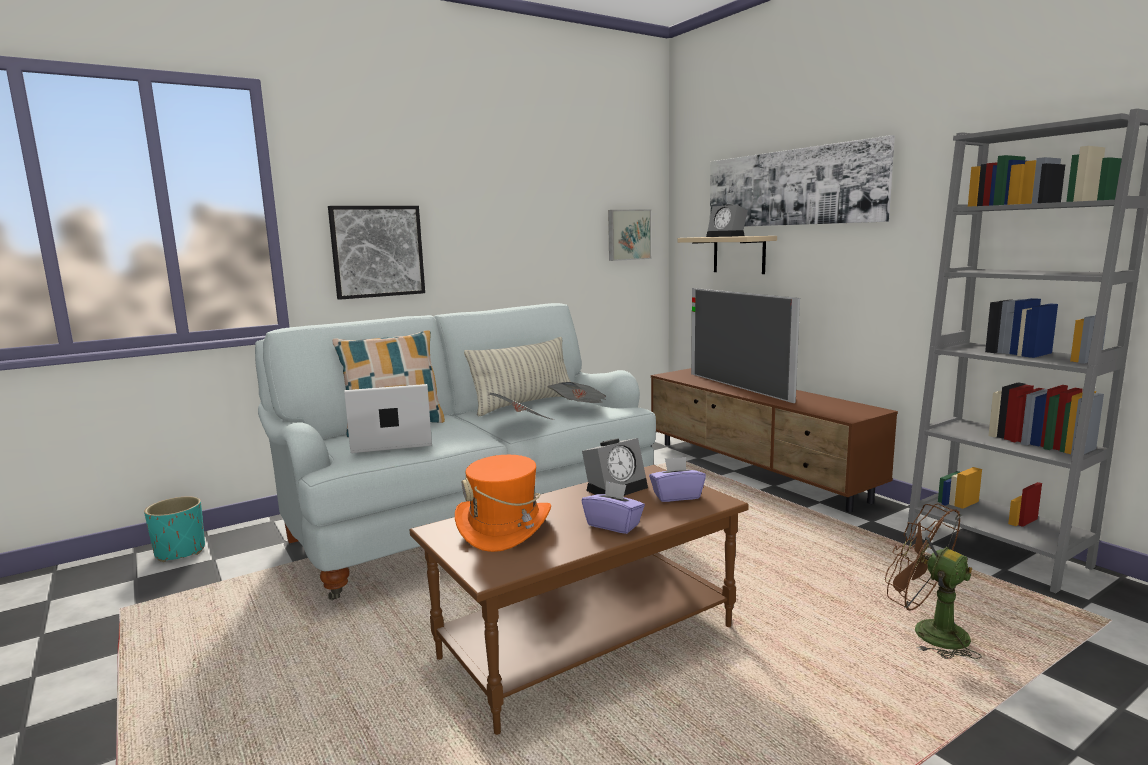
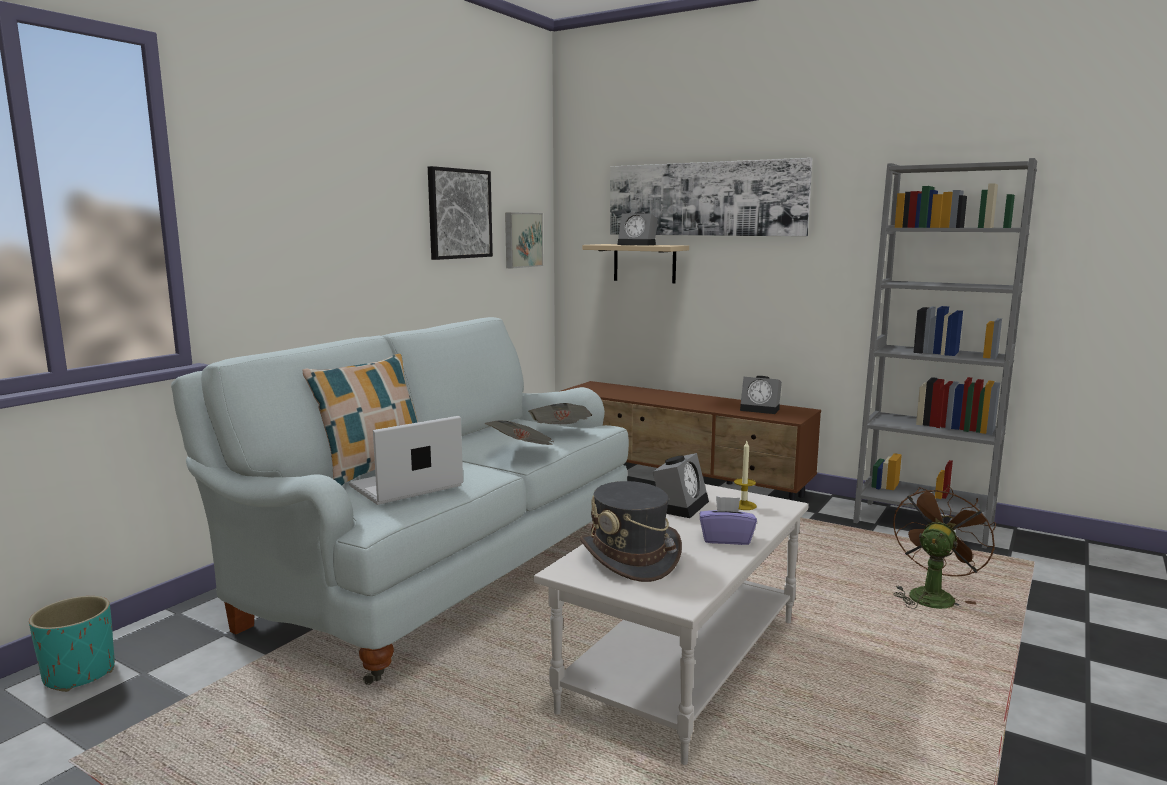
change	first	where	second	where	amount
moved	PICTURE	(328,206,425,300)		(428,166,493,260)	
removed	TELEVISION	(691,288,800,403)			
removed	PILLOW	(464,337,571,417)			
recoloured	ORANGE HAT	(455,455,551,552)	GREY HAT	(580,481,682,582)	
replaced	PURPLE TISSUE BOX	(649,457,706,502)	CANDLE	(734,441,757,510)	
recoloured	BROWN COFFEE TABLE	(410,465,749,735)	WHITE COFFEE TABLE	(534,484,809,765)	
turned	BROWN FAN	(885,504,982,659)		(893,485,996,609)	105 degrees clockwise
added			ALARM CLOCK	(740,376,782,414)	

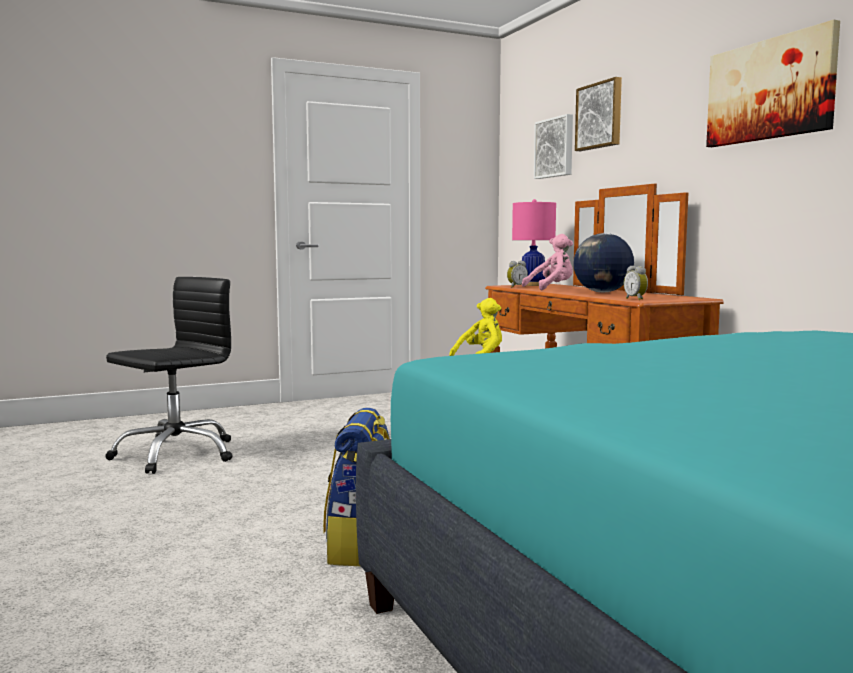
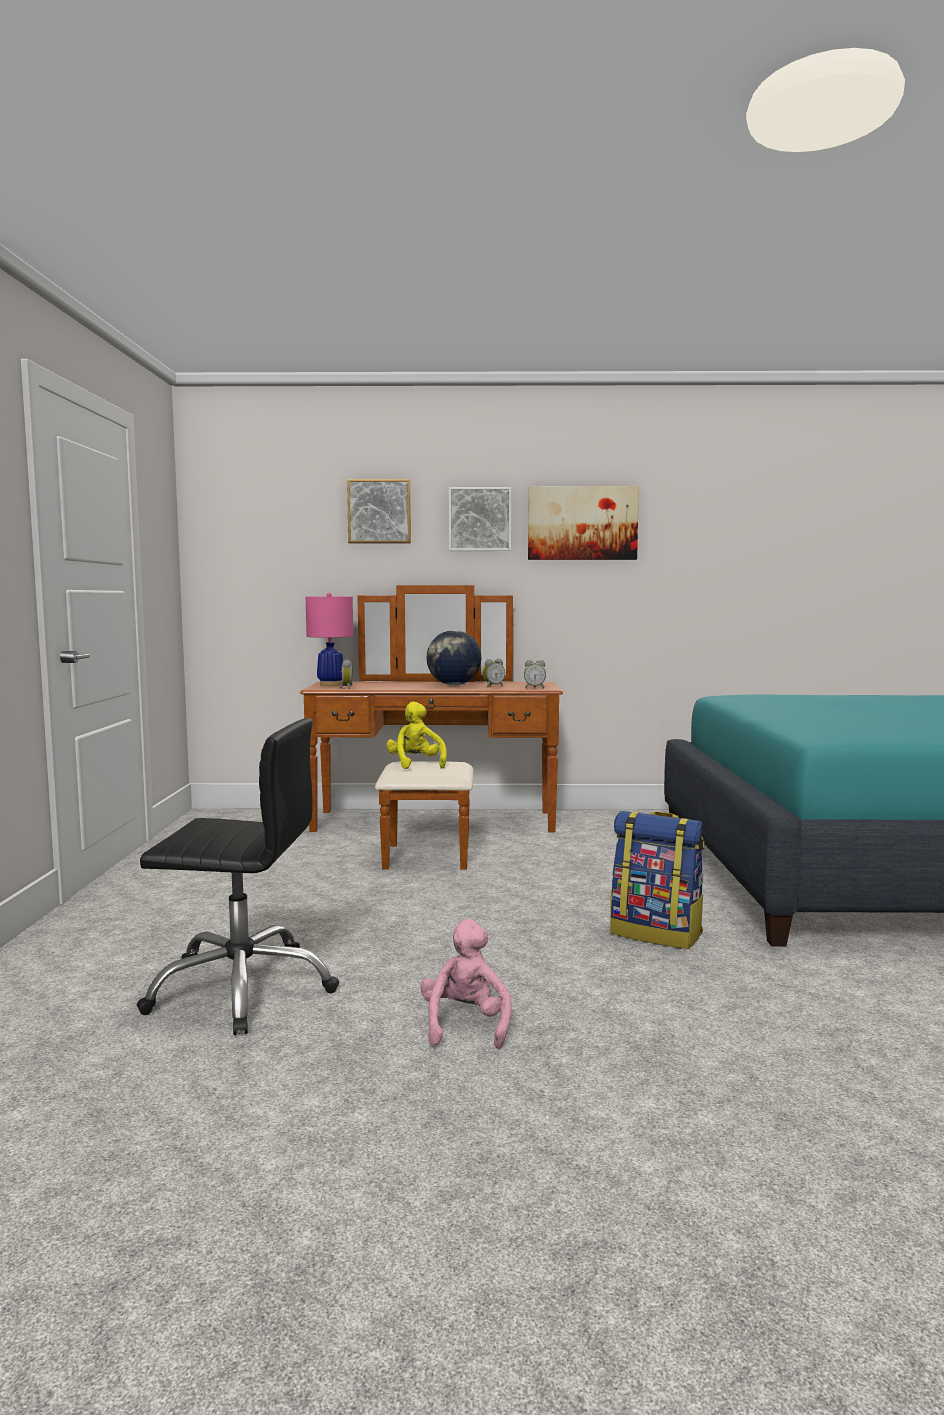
change	first	where	second	where	amount
moved	PICTURE	(534,114,573,179)		(449,487,511,551)	
moved	PINK PLUSH TOY	(522,234,573,290)		(420,919,511,1049)	
turned	BLACK OFFICE CHAIR	(105,277,233,474)		(137,718,339,1035)	120 degrees clockwise
added			ALARM CLOCK	(483,659,505,687)	

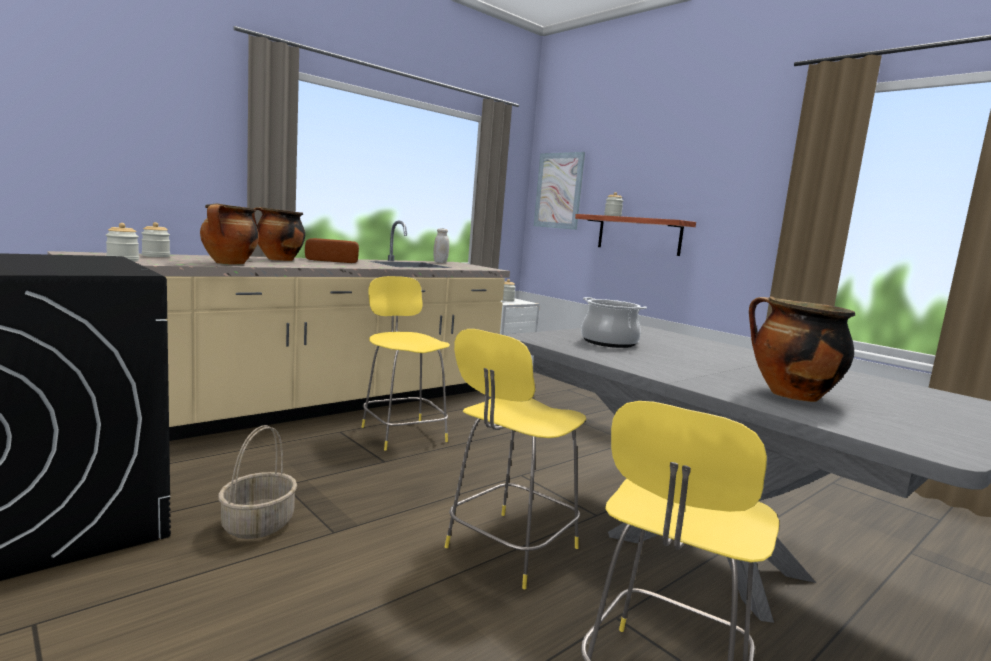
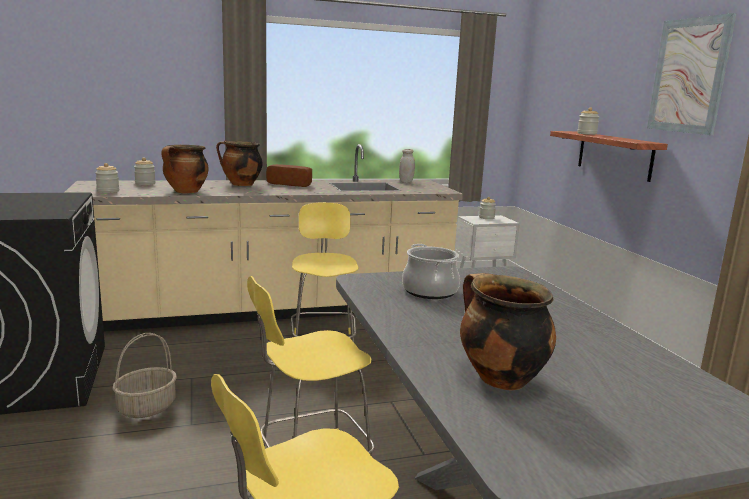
change	first	where	second	where	amount
moved	PICTURE	(534,152,585,230)		(647,13,737,135)	

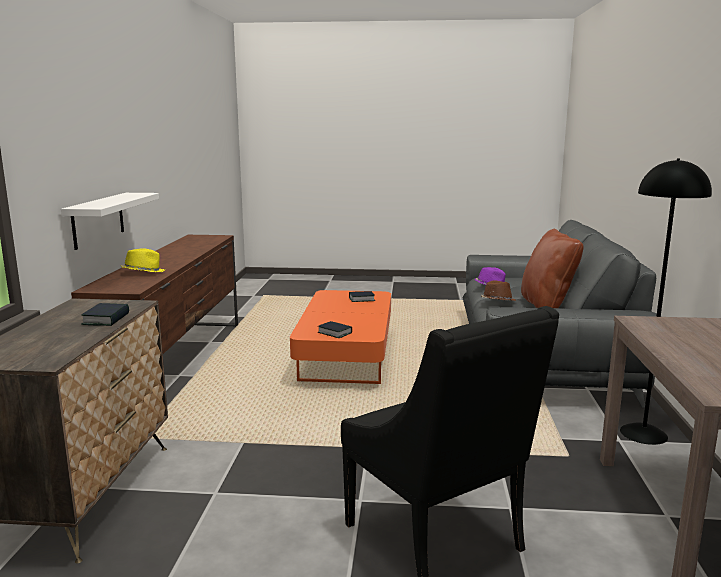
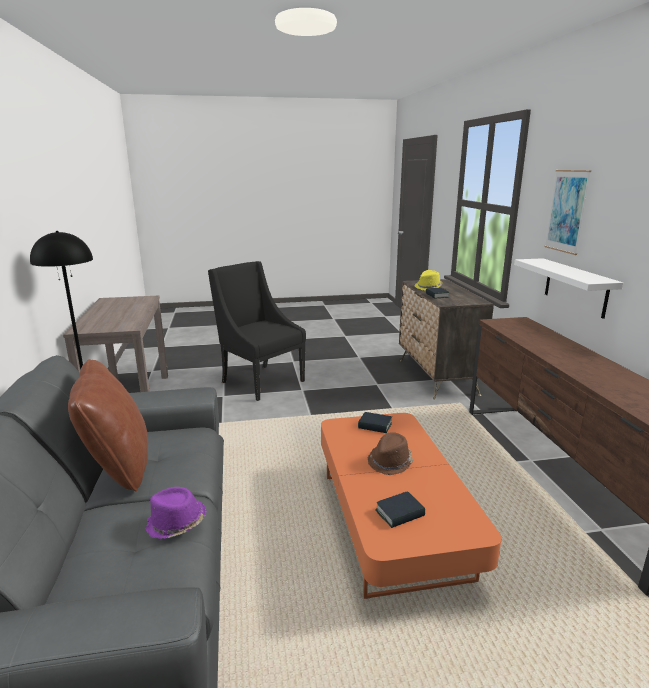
change	first	where	second	where	amount
moved	YELLOW HAT	(121,248,165,272)		(415,270,442,290)	
moved	BROWN HAT	(481,280,516,301)		(368,432,413,475)	
added			PICTURE	(544,170,591,255)	

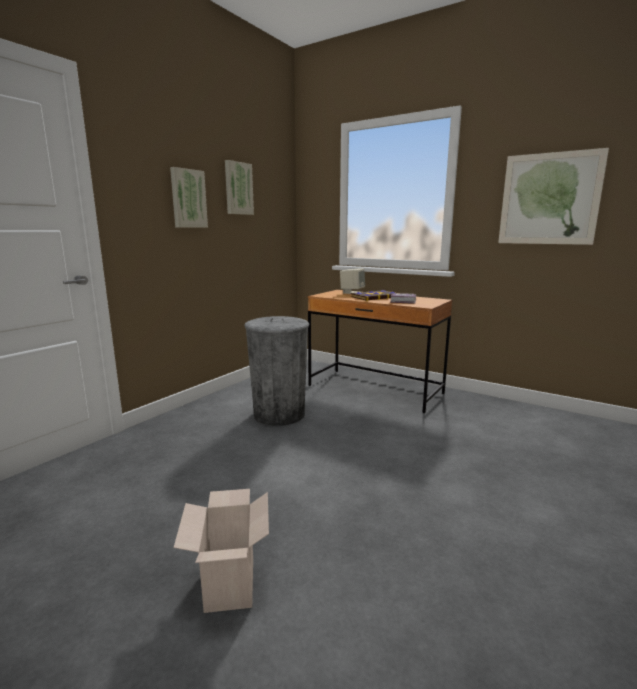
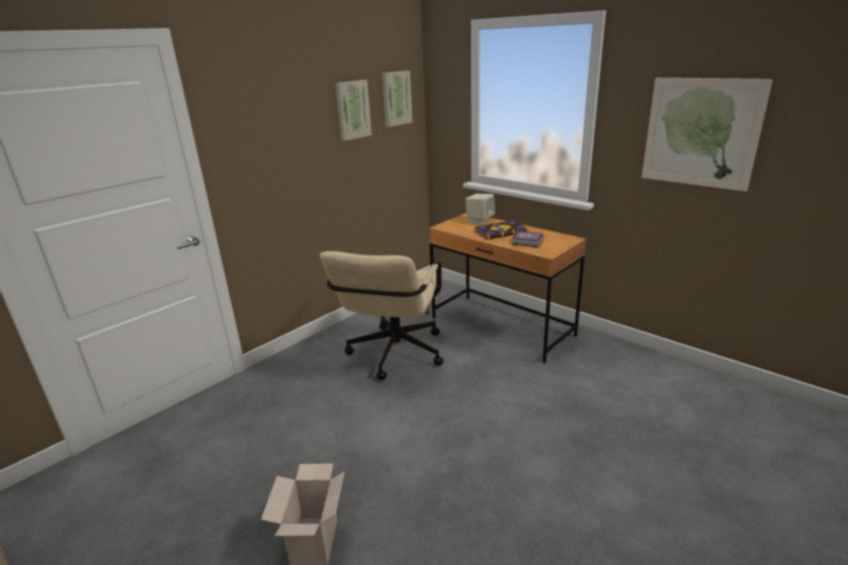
change	first	where	second	where	amount
moved	PICTURE	(170,167,208,228)		(382,71,412,127)	
replaced	GREY TRASH CAN	(244,316,309,426)	BEIGE OFFICE CHAIR	(320,251,443,380)	

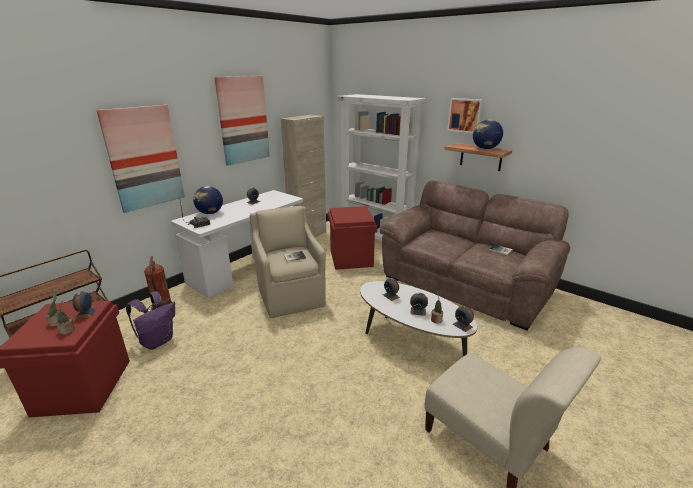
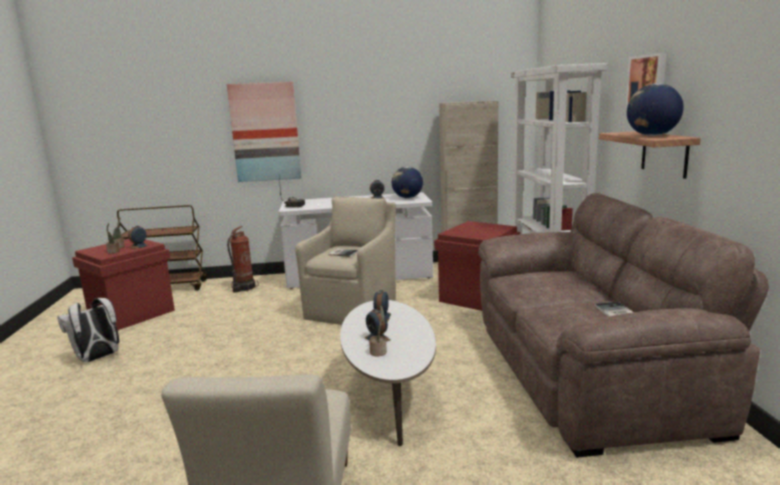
change	first	where	second	where	amount
removed	PICTURE	(214,76,270,166)			
moved	GLOBE	(193,186,223,214)		(392,167,423,198)	
removed	PURPLE BACKPACK	(126,291,175,350)			
removed	ALARM CLOCK	(453,305,474,332)			
added			WHITE BACKPACK	(57,298,119,362)	

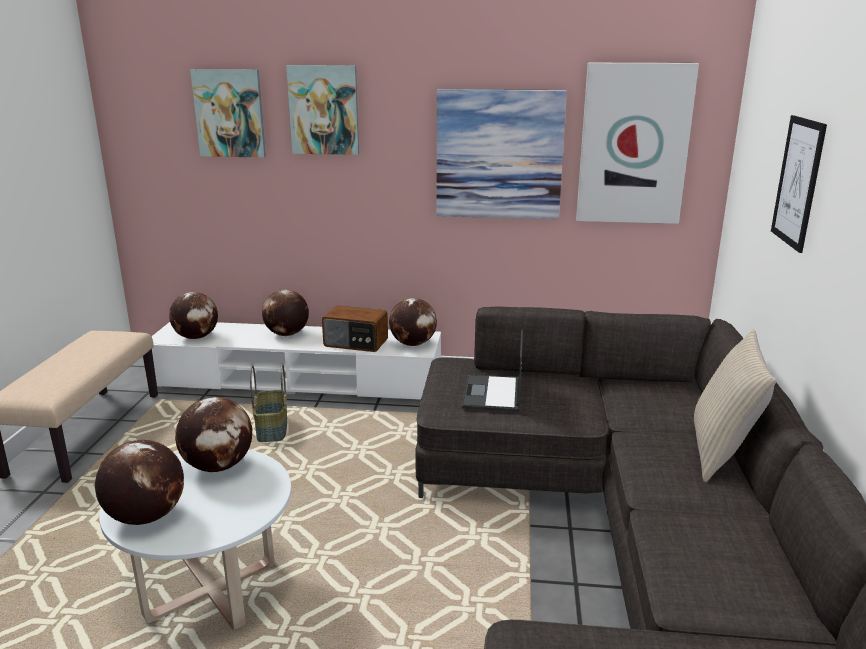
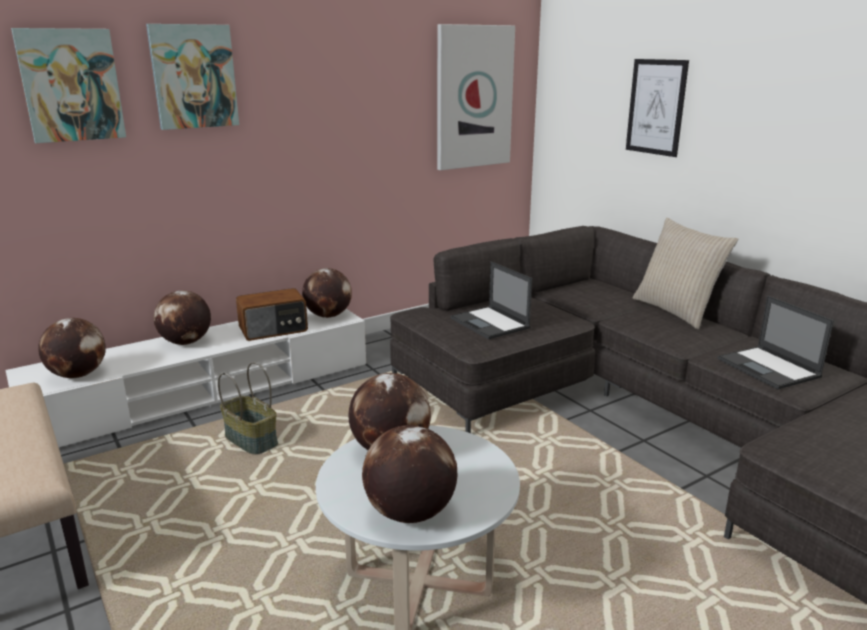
change	first	where	second	where	amount
removed	PICTURE	(437,89,567,219)			
added			LAPTOP	(717,296,834,389)	

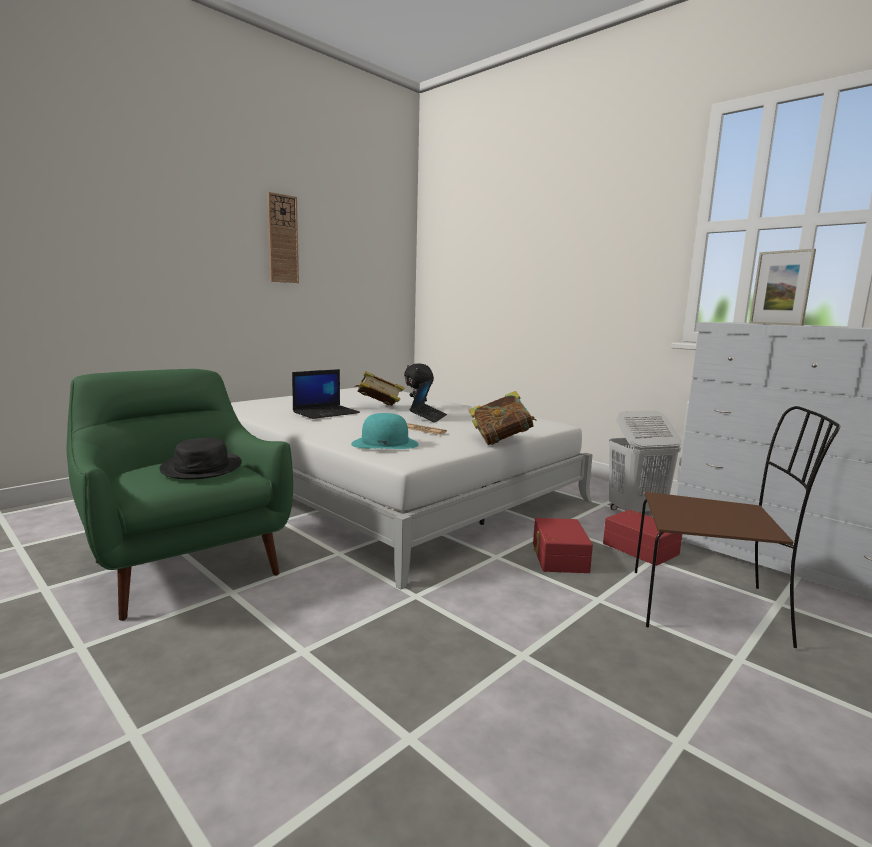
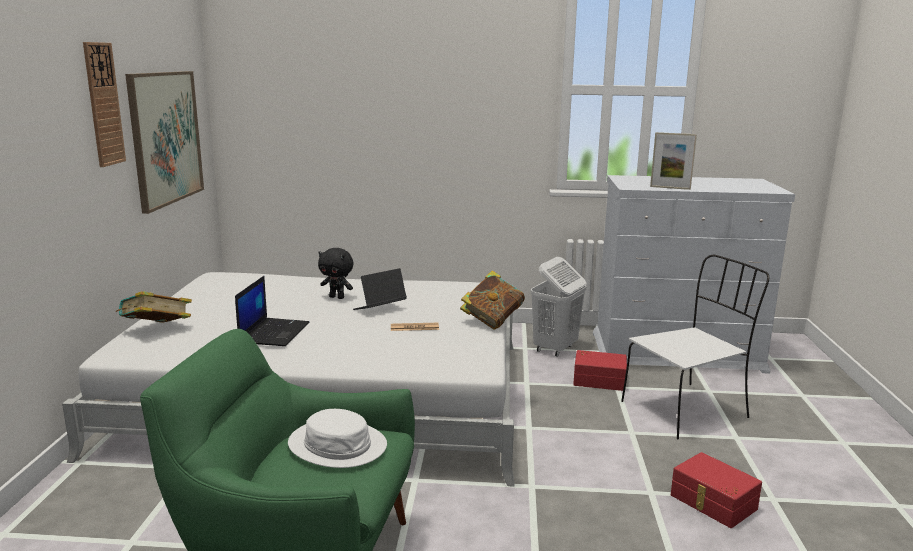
change	first	where	second	where	amount
moved	BOOK	(355,371,404,406)		(116,291,192,323)	
turned	LAPTOP	(409,379,447,423)		(353,268,407,310)	105 degrees counterclockwise
recoloured	BROWN CHAIR	(635,406,840,648)	WHITE CHAIR	(621,255,769,439)	
removed	TURQUOISE HAT	(351,413,419,449)			
recoloured	BLACK HAT	(160,437,242,480)	WHITE HAT	(288,409,387,468)	
moved	RED STORAGE BOX	(533,518,593,573)		(671,452,762,528)	
added			PICTURE	(125,71,204,214)	

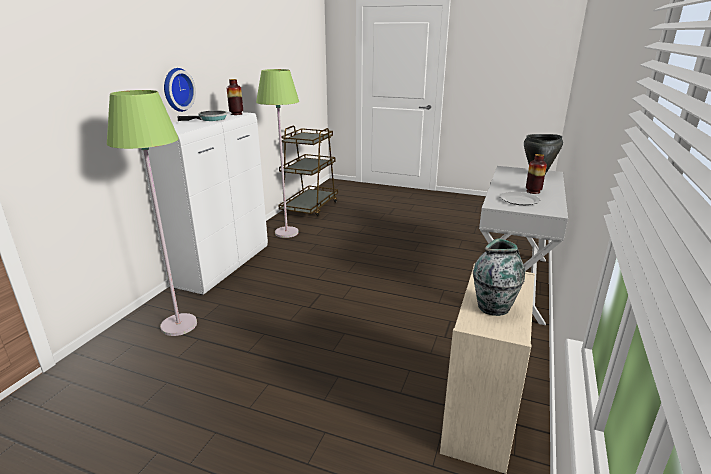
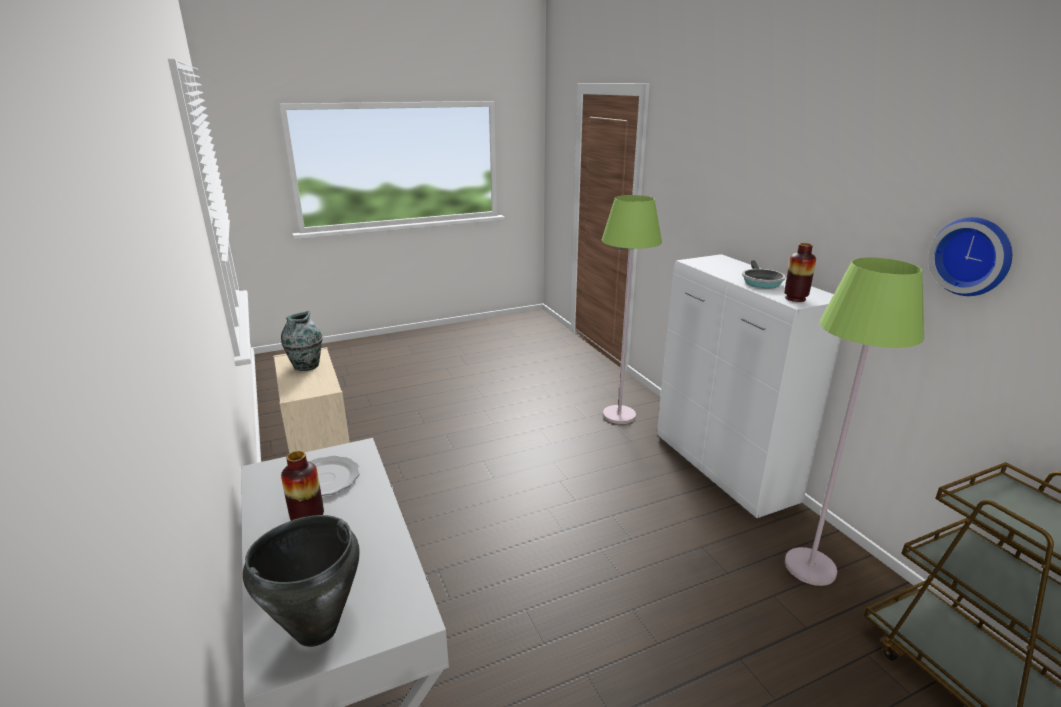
change	first	where	second	where	amount
moved	WALL CLOCK	(164,68,196,112)		(928,217,1012,296)	

